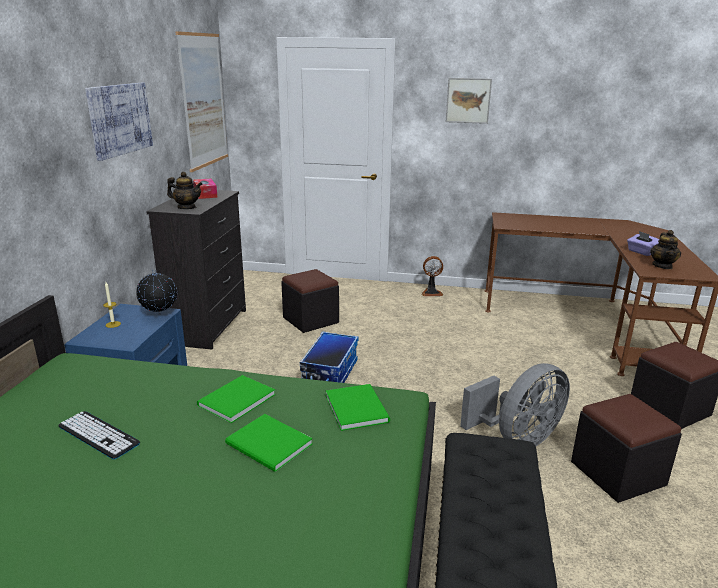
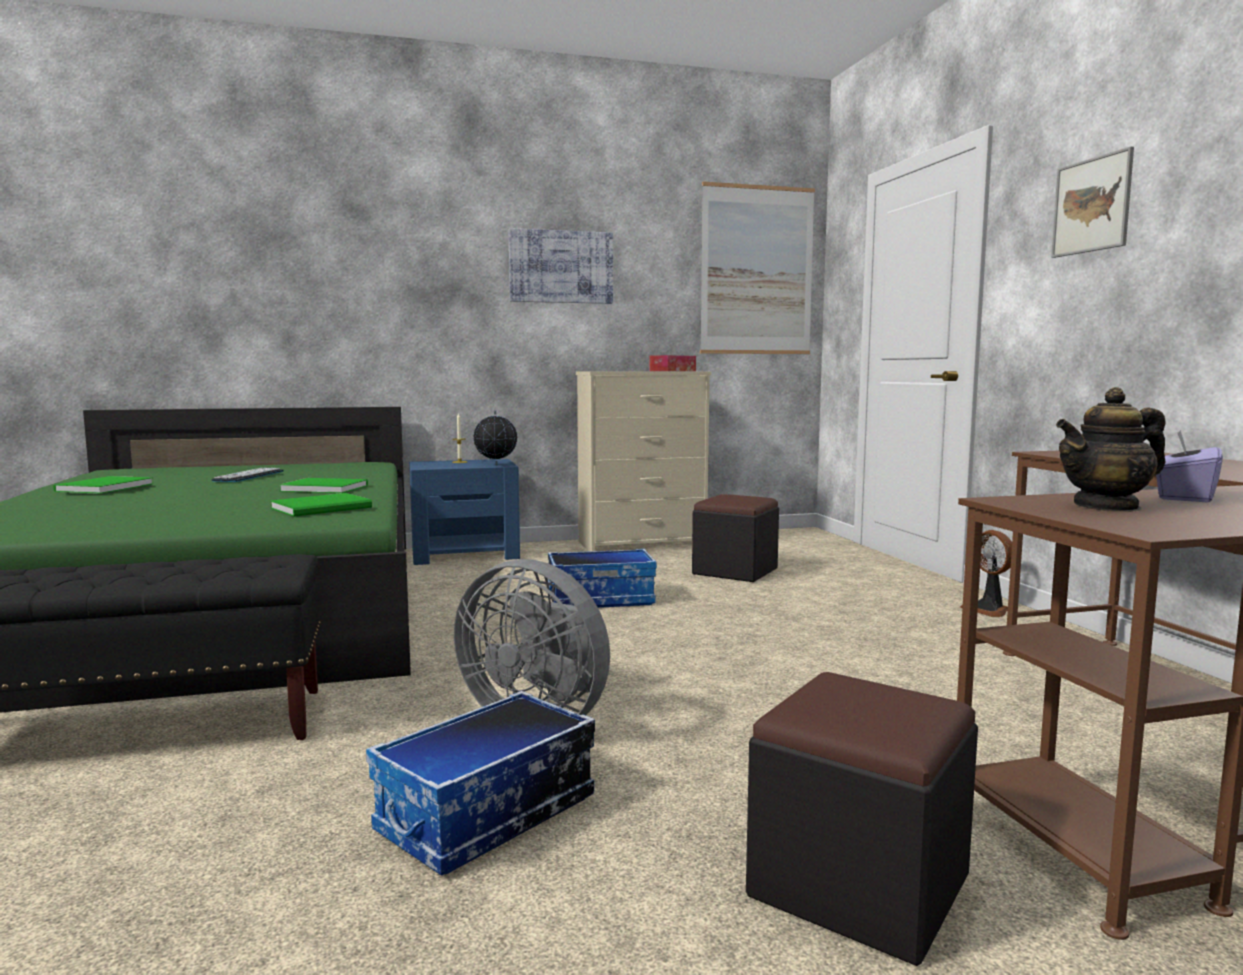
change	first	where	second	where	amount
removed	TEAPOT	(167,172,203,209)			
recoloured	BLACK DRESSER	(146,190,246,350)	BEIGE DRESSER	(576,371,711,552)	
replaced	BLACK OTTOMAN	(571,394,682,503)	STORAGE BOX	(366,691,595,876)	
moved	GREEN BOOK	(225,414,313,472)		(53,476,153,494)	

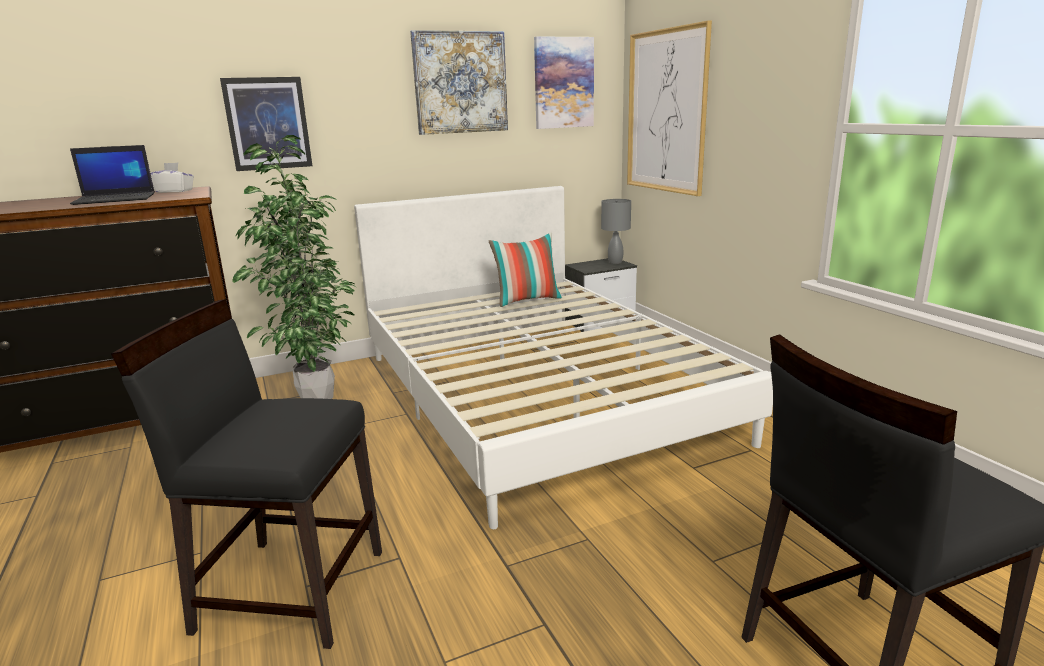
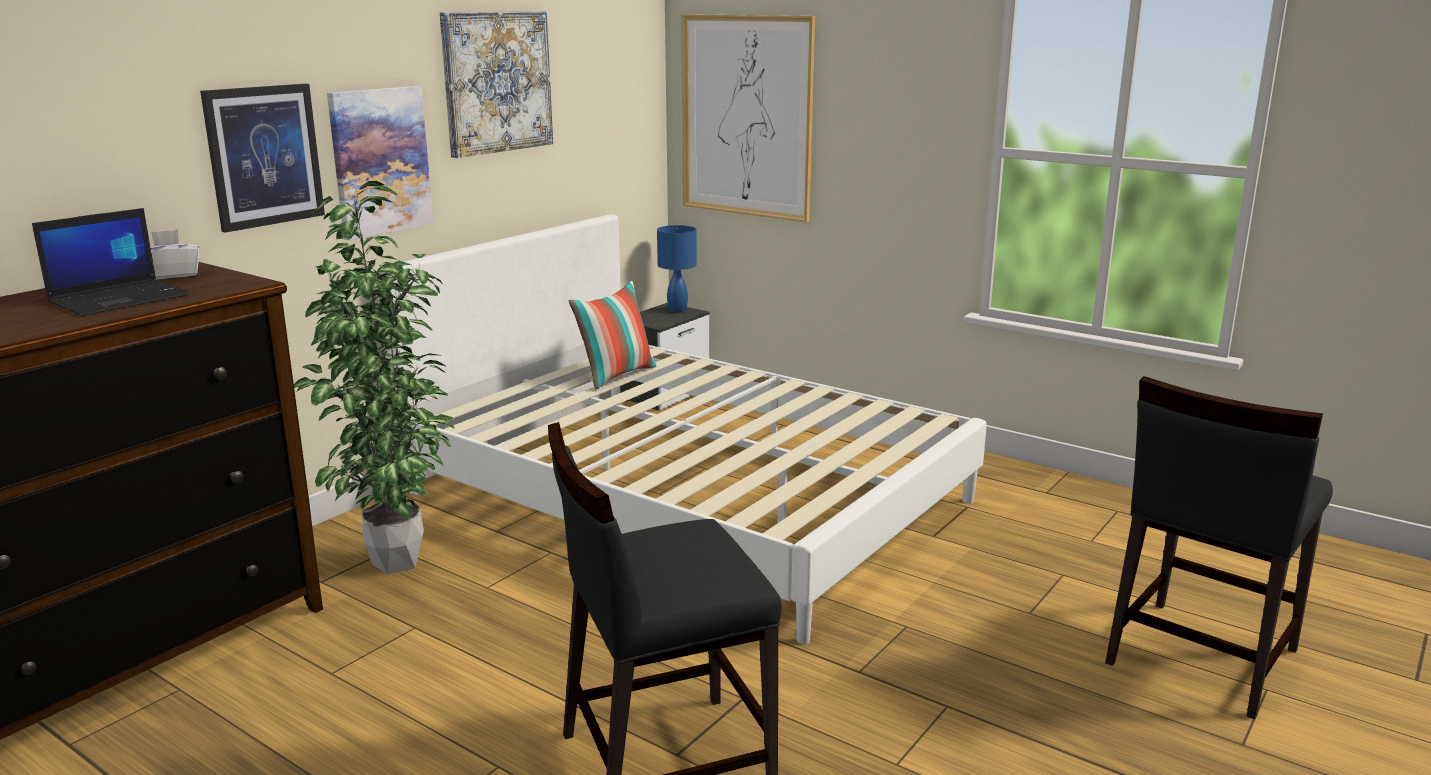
change	first	where	second	where	amount
moved	PICTURE	(534,36,594,129)		(327,86,433,240)	
recoloured	GREY TABLE LAMP	(601,199,631,264)	BLUE TABLE LAMP	(657,225,697,312)	

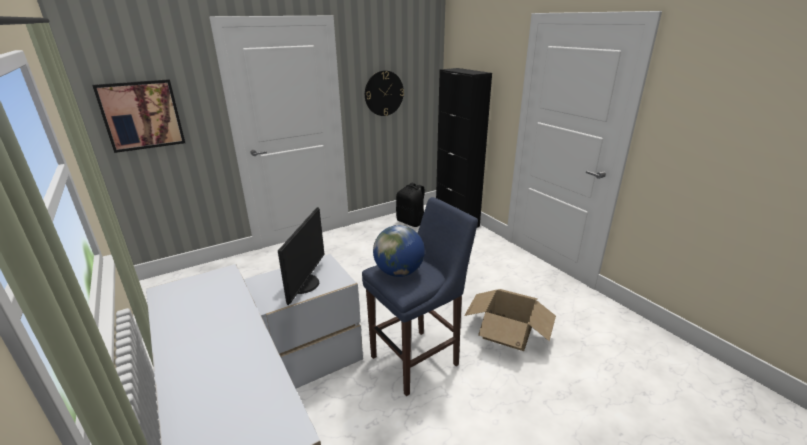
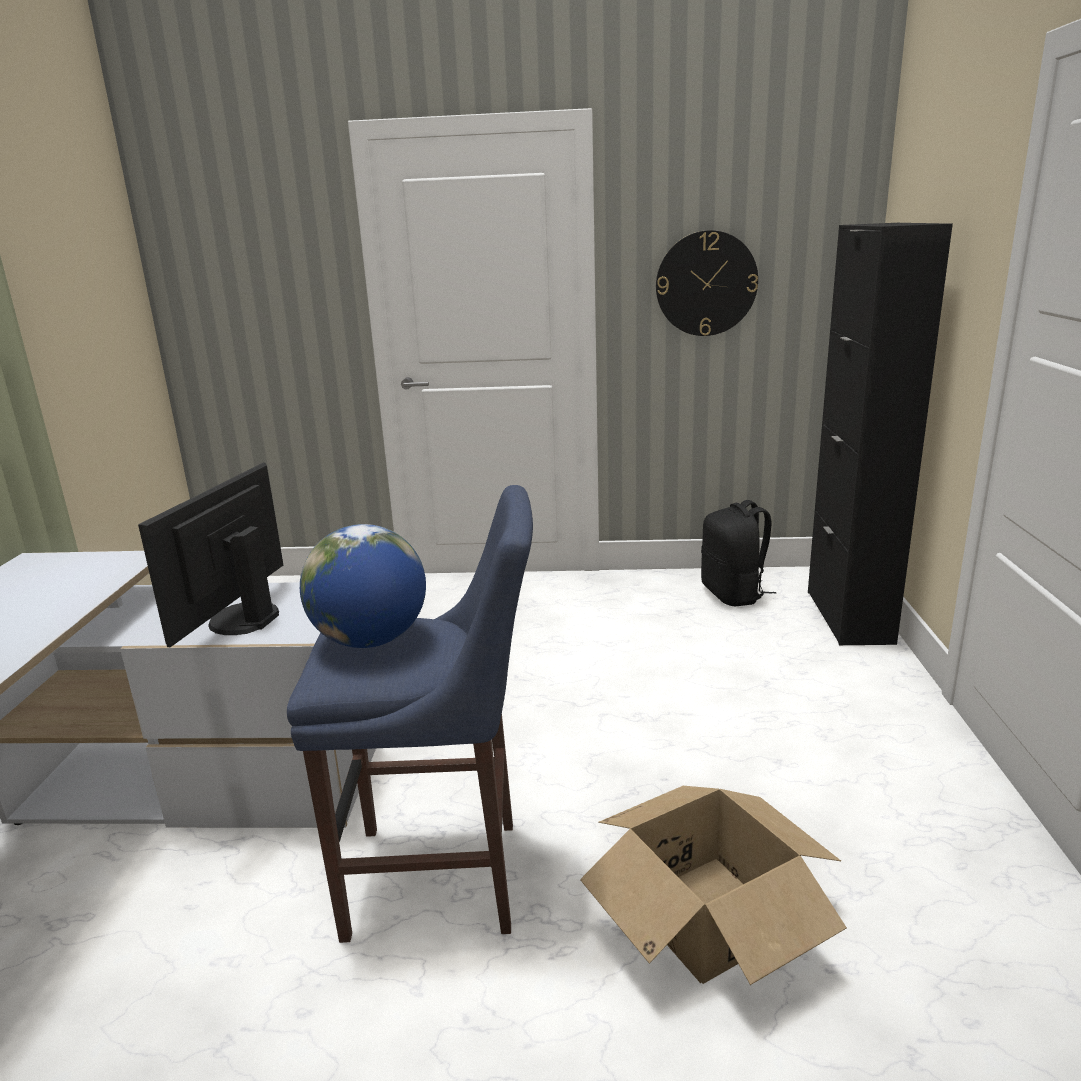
change	first	where	second	where	amount
removed	PICTURE	(92,79,185,153)			
turned	MONITOR	(278,207,324,305)		(138,463,283,647)	150 degrees clockwise

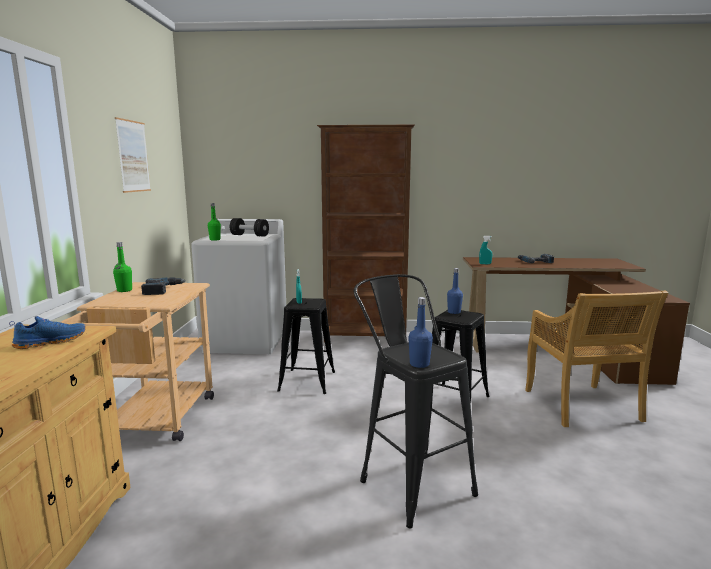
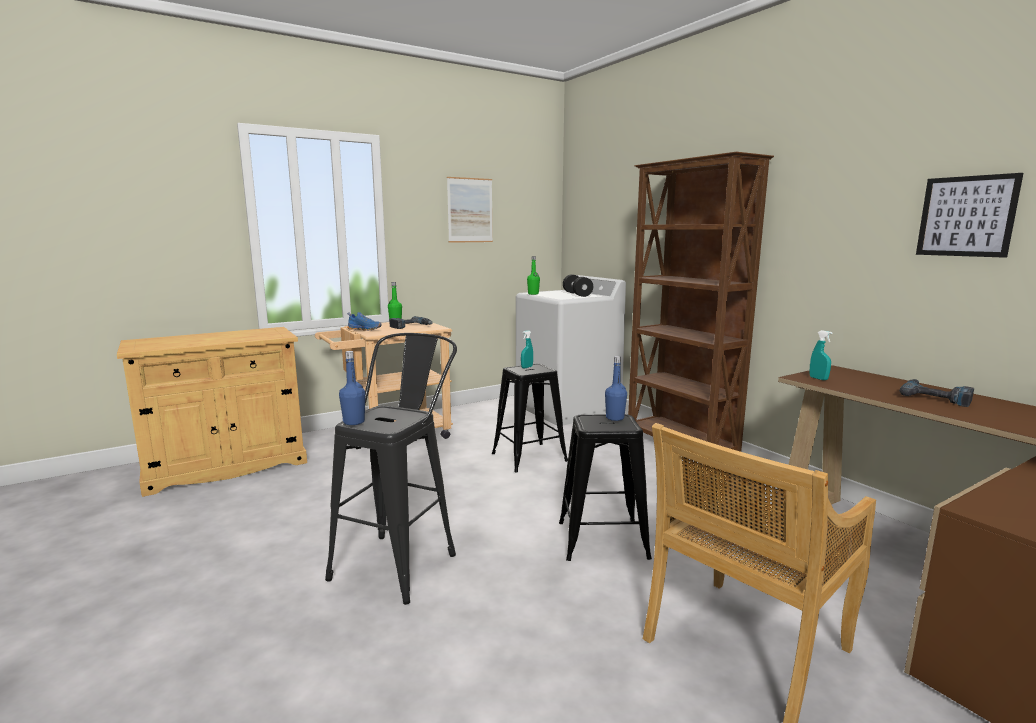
change	first	where	second	where	amount
moved	BLUE SHOE	(9,316,86,349)		(347,312,382,331)	
added			PICTURE	(916,173,1023,258)	

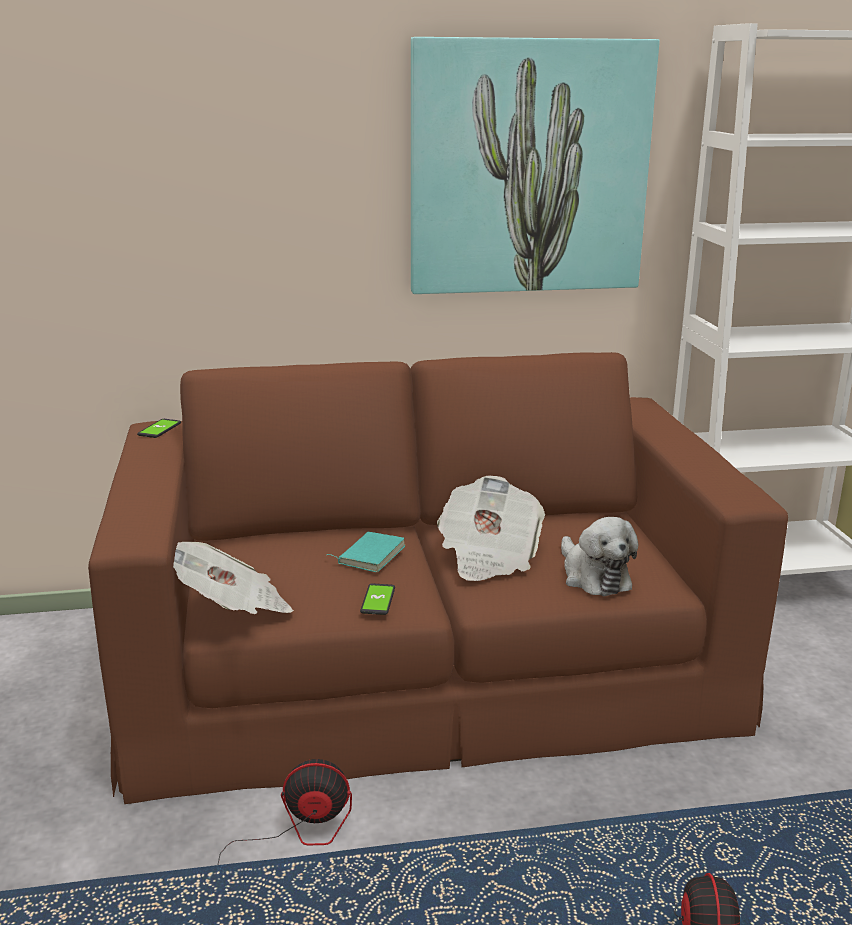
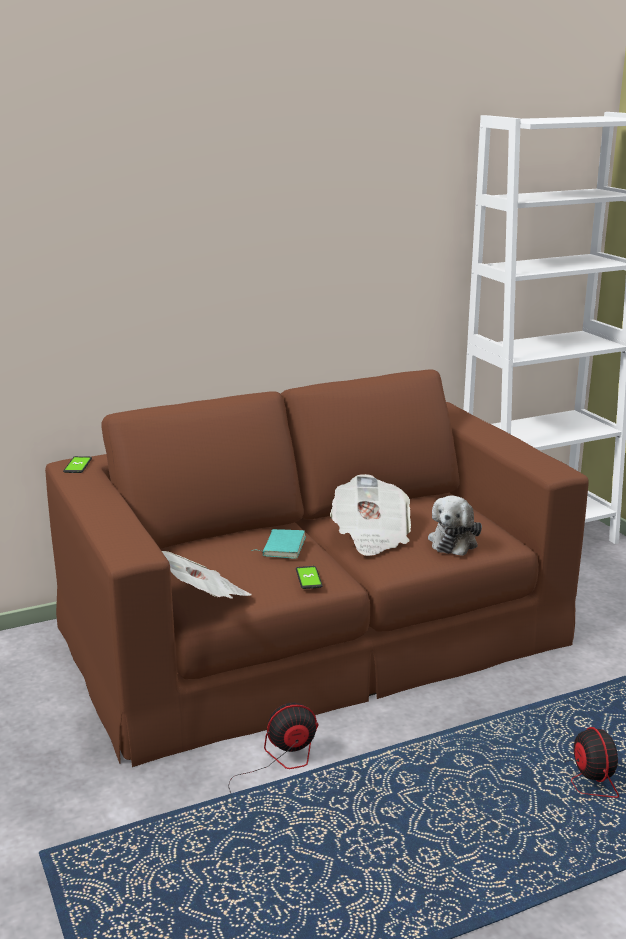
change	first	where	second	where	amount
removed	PICTURE	(411,37,660,294)			
turned	PLUSH TOY	(561,517,638,596)		(428,496,482,556)	60 degrees clockwise

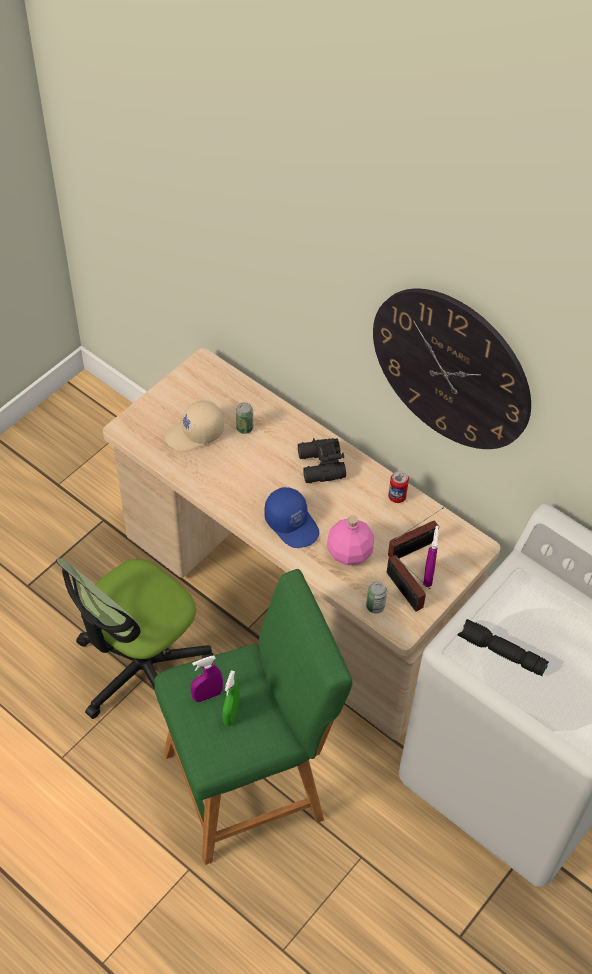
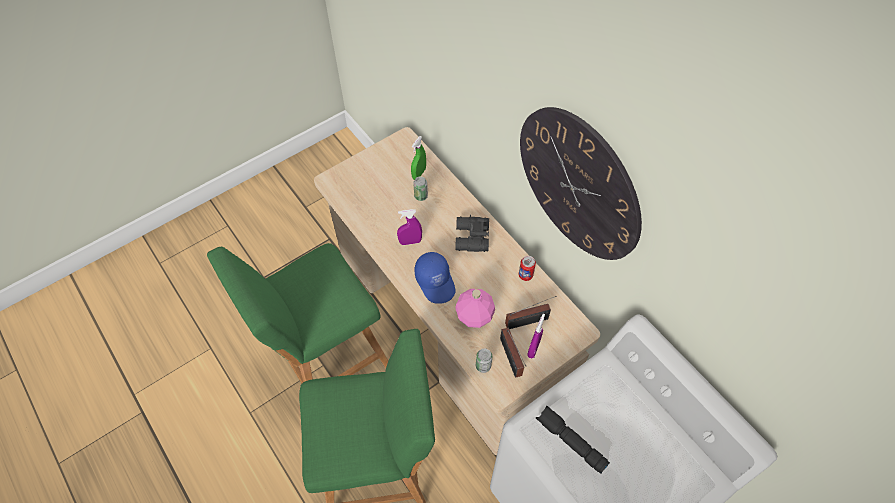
change	first	where	second	where	amount
removed	BEIGE CAP	(165,401,224,452)			
replaced	OFFICE CHAIR	(56,559,213,719)	GREEN STOOL	(207,243,388,383)	
moved	PURPLE SPRAY BOTTLE	(191,656,223,702)		(397,209,422,245)	
moved	GREEN SPRAY BOTTLE	(222,670,240,726)		(411,136,426,180)	

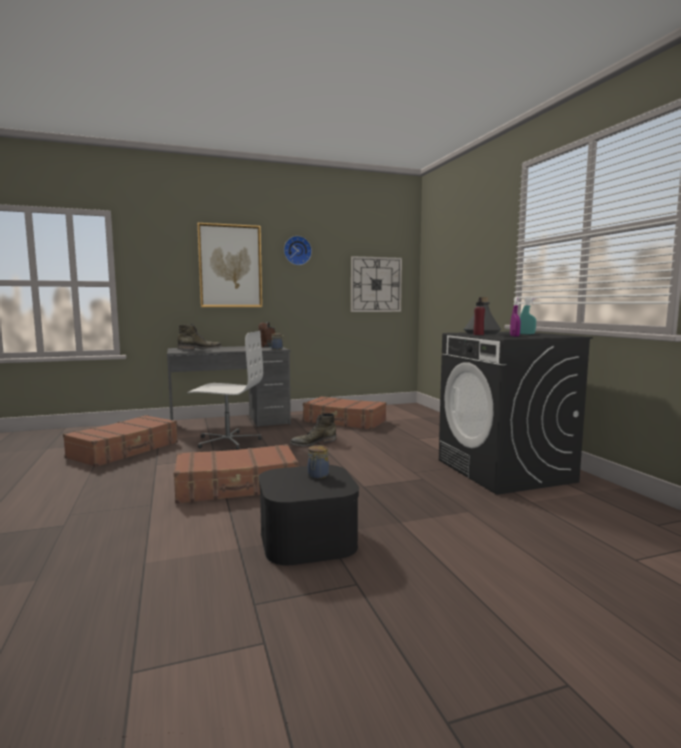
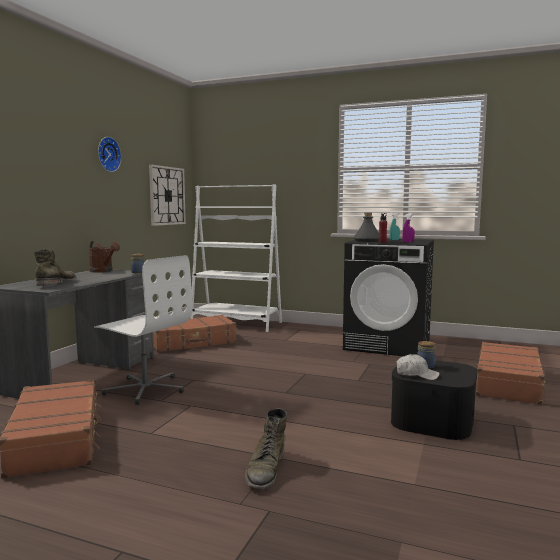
change	first	where	second	where	amount
removed	PICTURE	(197,223,262,307)			
turned	WHITE OFFICE CHAIR	(187,331,263,450)		(94,255,193,405)	75 degrees clockwise
moved	GREEN BOOT	(290,413,337,446)		(245,408,287,490)	
moved	BROWN SUITCASE	(174,444,299,504)		(476,342,548,405)	
added			WHITE BOOKCASE	(190,184,282,332)	
added			WHITE CAP	(396,354,440,380)	

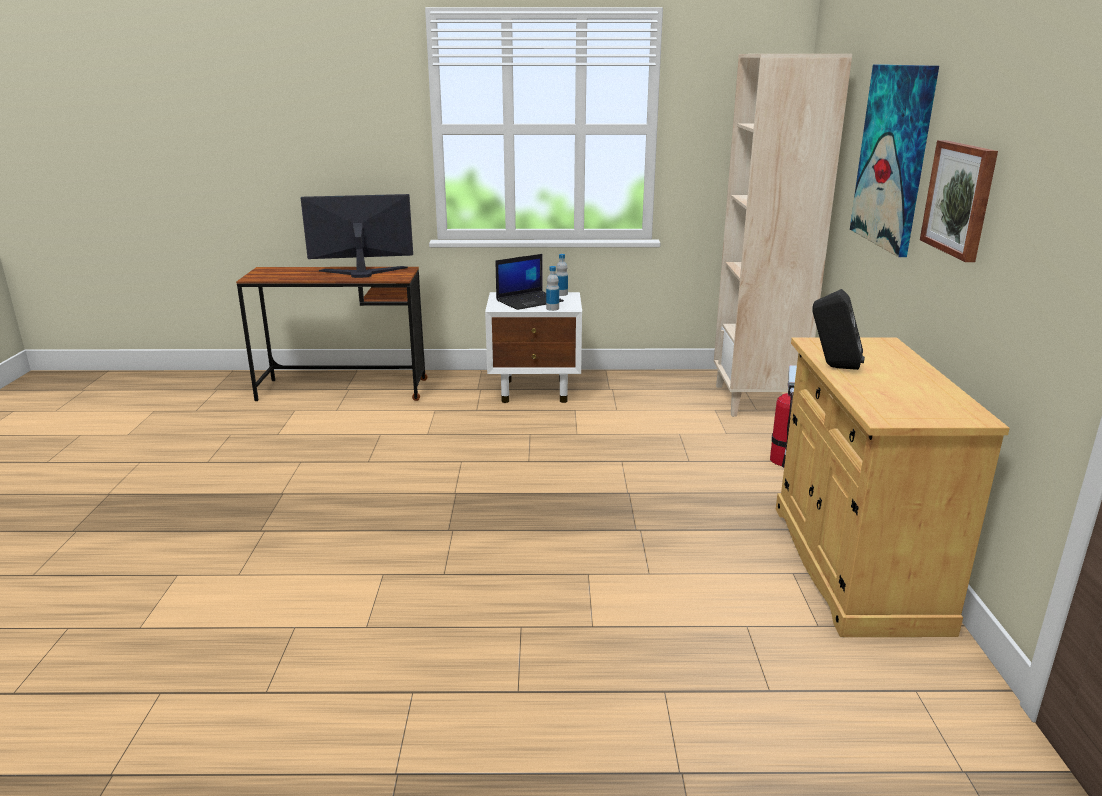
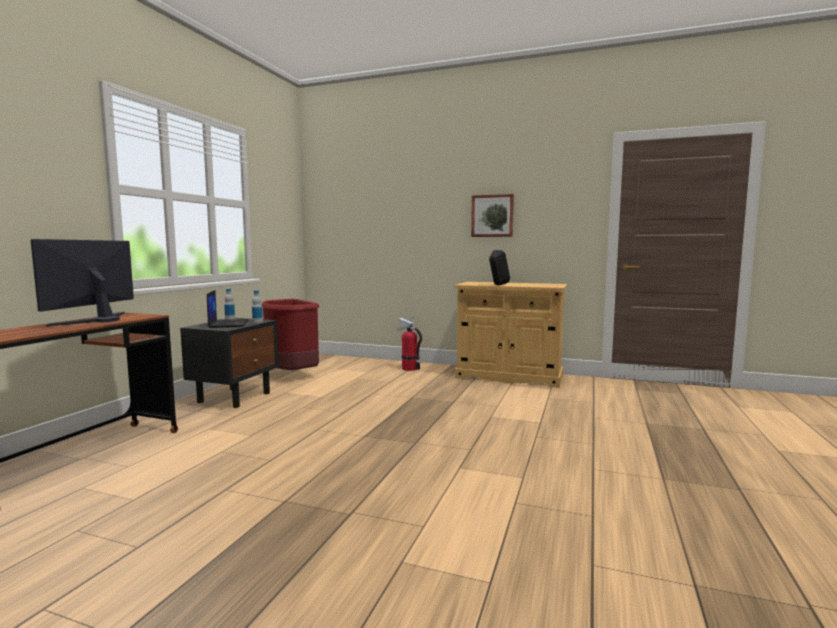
change	first	where	second	where	amount
removed	BEIGE BOOKCASE	(714,54,852,417)			
removed	PICTURE	(850,64,939,257)			
recoloured	WHITE NIGHTSTAND	(485,292,582,403)	BLACK NIGHTSTAND	(180,318,279,408)	
added			RED TRASH CAN	(262,299,319,370)	

